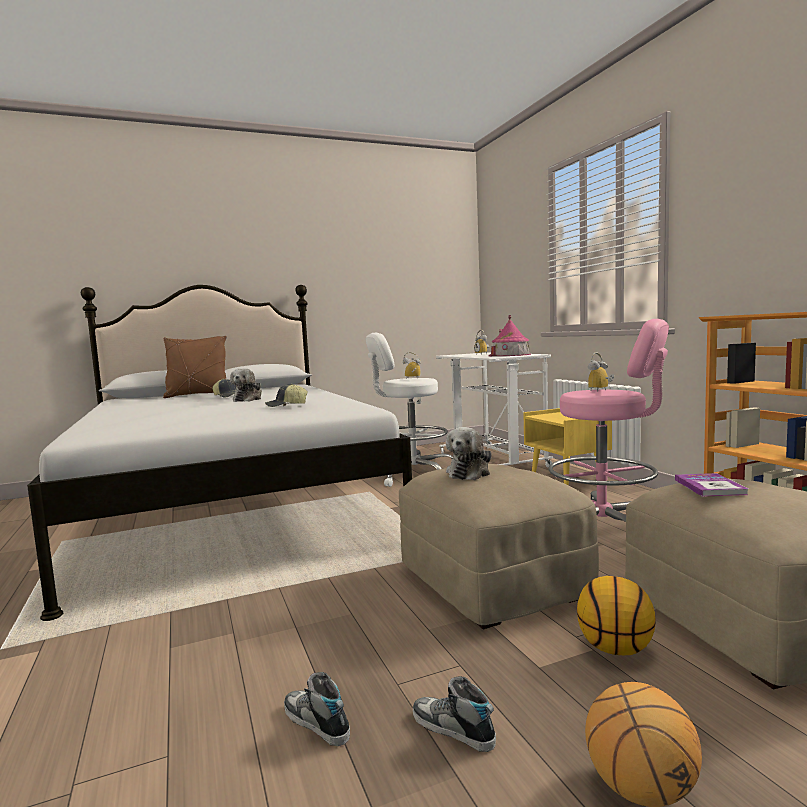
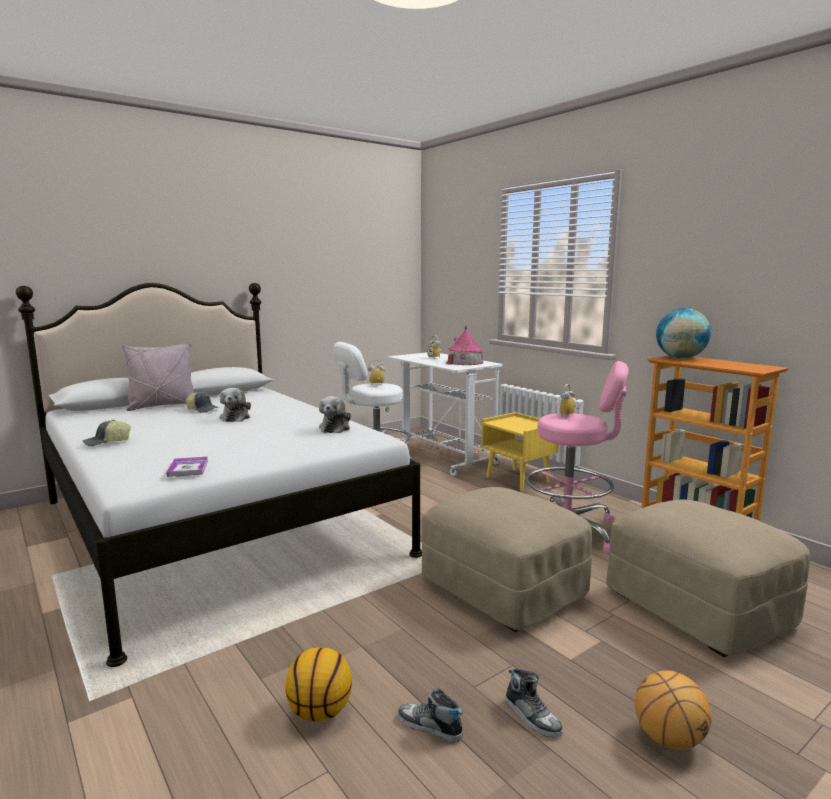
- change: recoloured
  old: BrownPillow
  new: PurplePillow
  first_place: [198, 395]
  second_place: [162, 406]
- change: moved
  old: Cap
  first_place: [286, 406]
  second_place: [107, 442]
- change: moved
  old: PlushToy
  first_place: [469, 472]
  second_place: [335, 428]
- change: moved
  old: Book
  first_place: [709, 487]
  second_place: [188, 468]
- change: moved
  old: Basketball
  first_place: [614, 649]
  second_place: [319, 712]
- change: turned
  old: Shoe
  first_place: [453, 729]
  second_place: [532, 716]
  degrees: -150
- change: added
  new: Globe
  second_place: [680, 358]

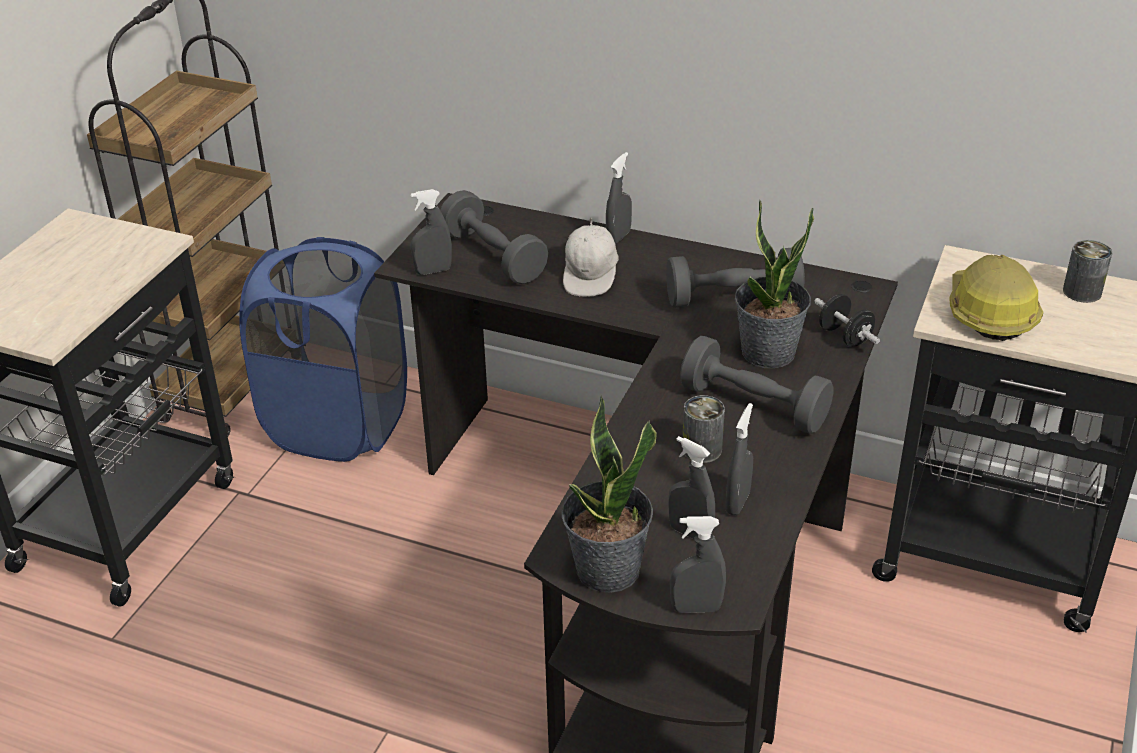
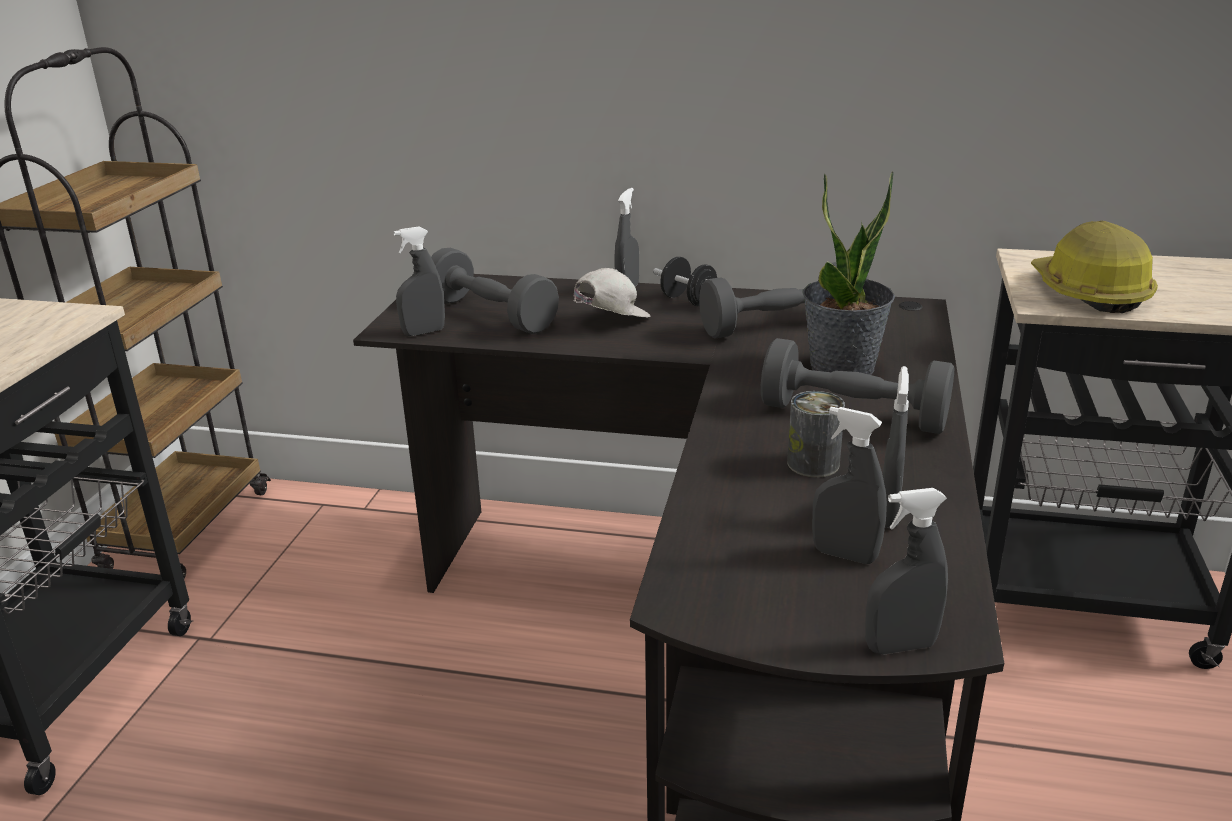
- change: turned
  old: WhiteCap
  first_place: [591, 276]
  second_place: [609, 322]
  degrees: -135
- change: removed
  old: BlueLaundryBasket
  first_place: [338, 425]
- change: removed
  old: Can
  first_place: [1082, 292]
- change: moved
  old: BlackDumbbell
  first_place: [845, 336]
  second_place: [688, 301]
- change: removed
  old: PottedPlant
  first_place: [607, 570]

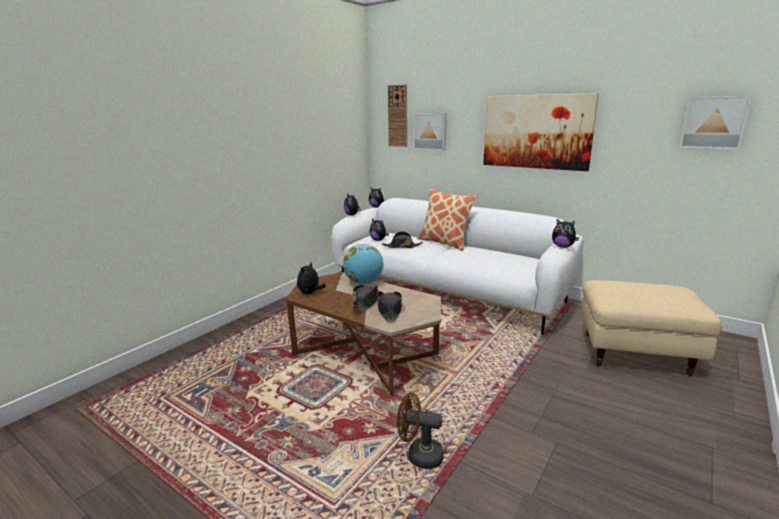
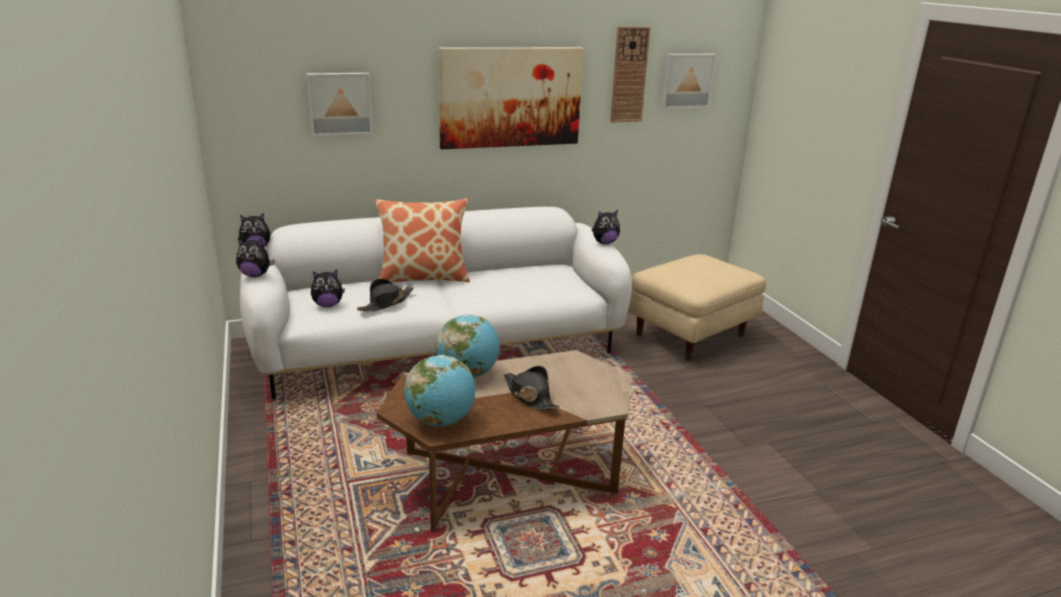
- change: moved
  old: WallClock
  first_place: [397, 116]
  second_place: [629, 75]
- change: replaced
  old: PlushToy
  new: Globe
  first_place: [310, 293]
  second_place: [441, 421]
- change: removed
  old: BlackHat
  first_place: [389, 310]
- change: removed
  old: BrownFan
  first_place: [419, 455]

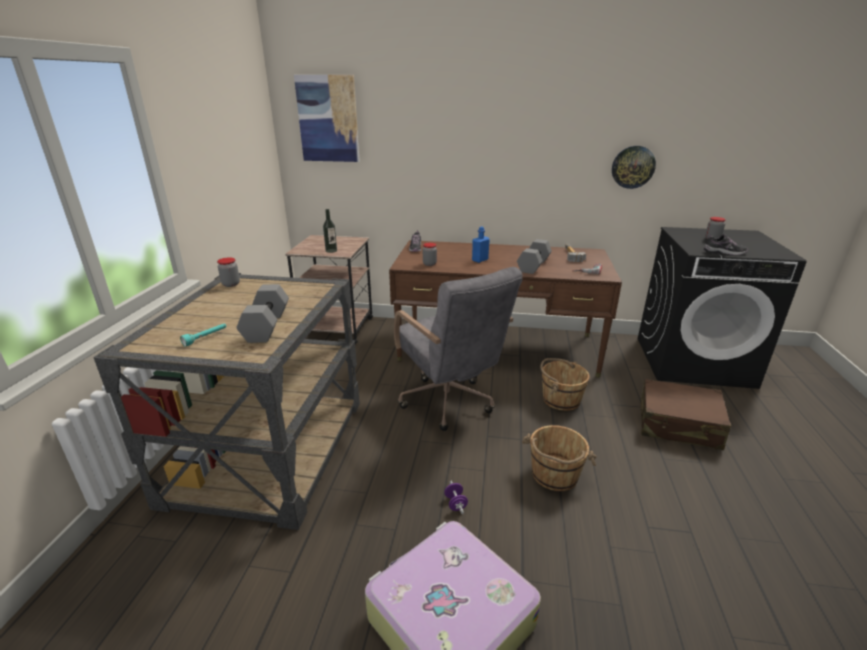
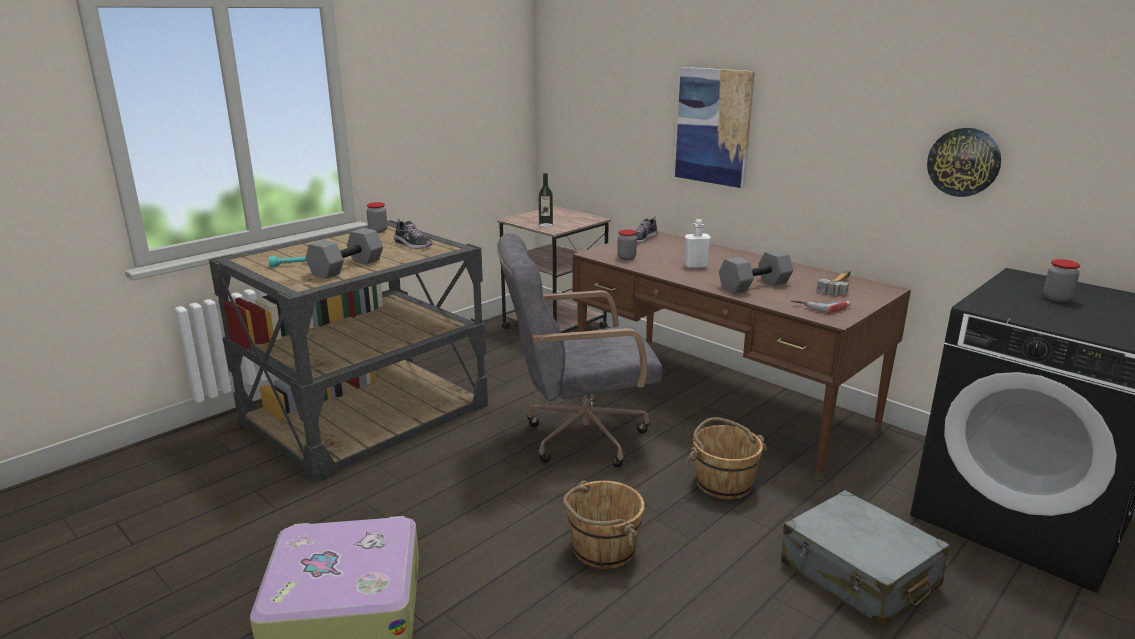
- change: moved
  old: Picture
  first_place: [328, 119]
  second_place: [713, 126]
- change: recoloured
  old: BlueBottle
  new: WhiteBottle
  first_place: [480, 260]
  second_place: [695, 266]
- change: moved
  old: Shoe
  first_place: [724, 252]
  second_place: [413, 244]
- change: turned
  old: GreyOfficeChair
  first_place: [449, 404]
  second_place: [578, 439]
  degrees: 75
- change: recoloured
  old: BrownSuitcase
  new: GreySuitcase
  first_place: [678, 425]
  second_place: [859, 574]
- change: removed
  old: PurpleDumbbell
  first_place: [455, 503]

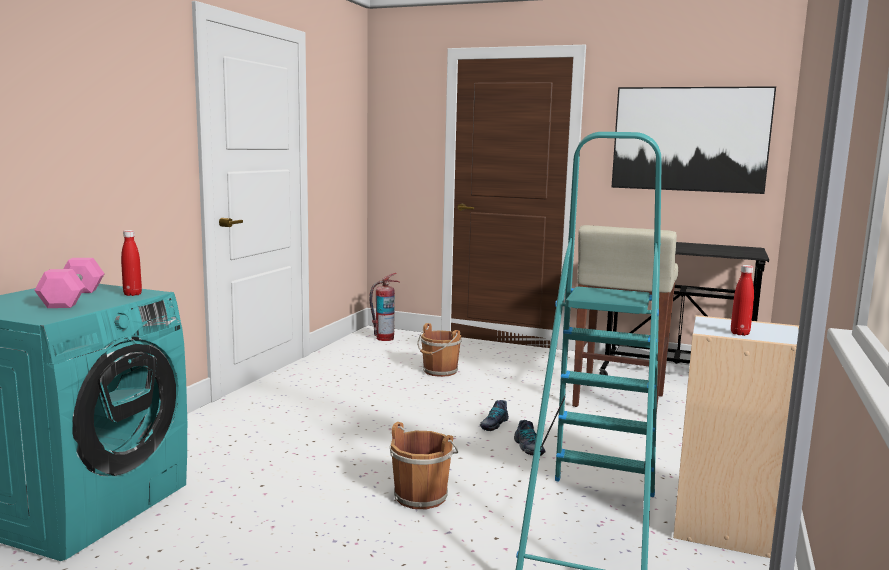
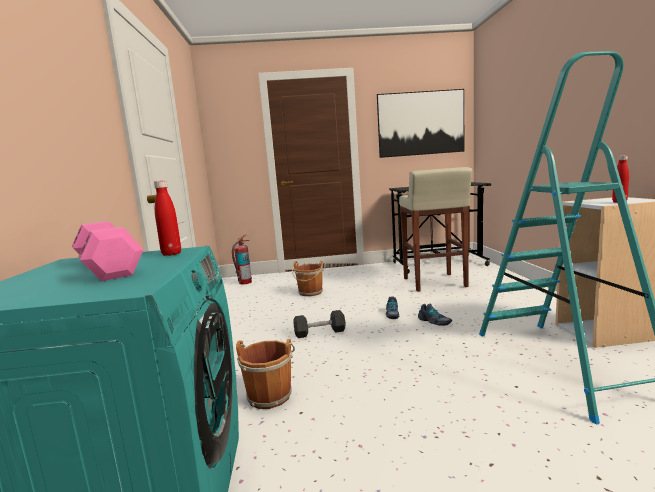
- change: moved
  old: BrownBucket
  first_place: [422, 495]
  second_place: [269, 394]
- change: added
  new: BlackDumbbell
  second_place: [320, 332]

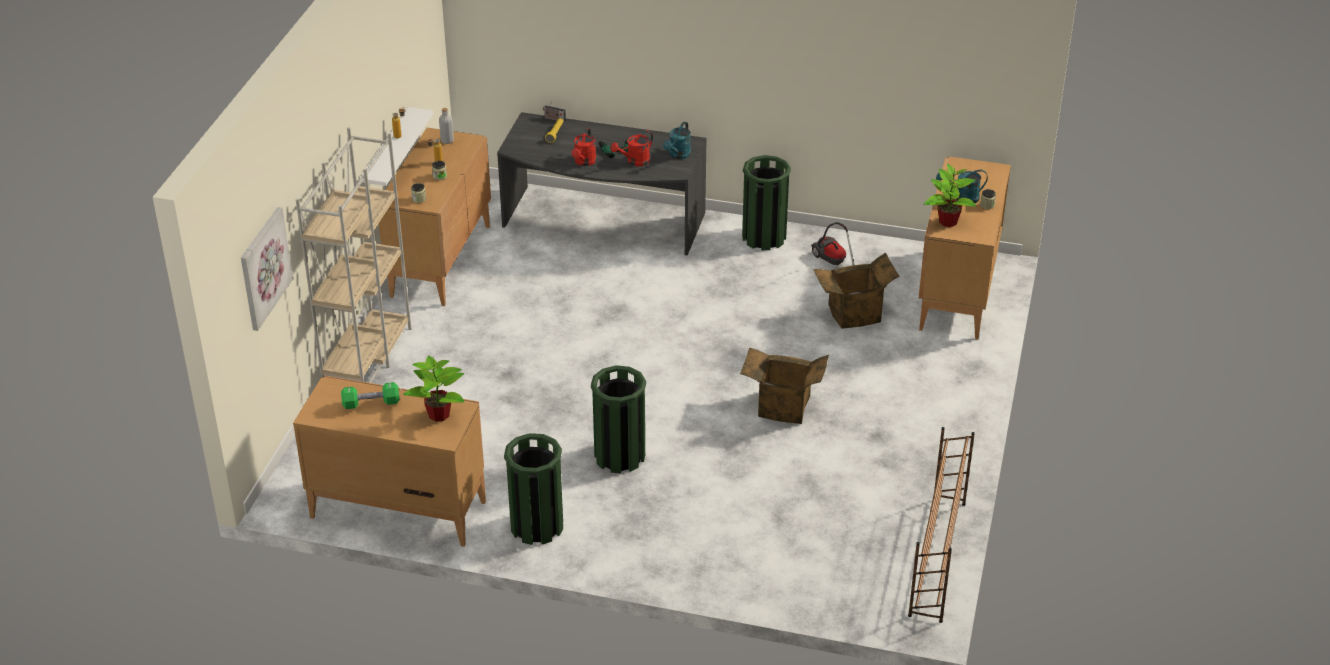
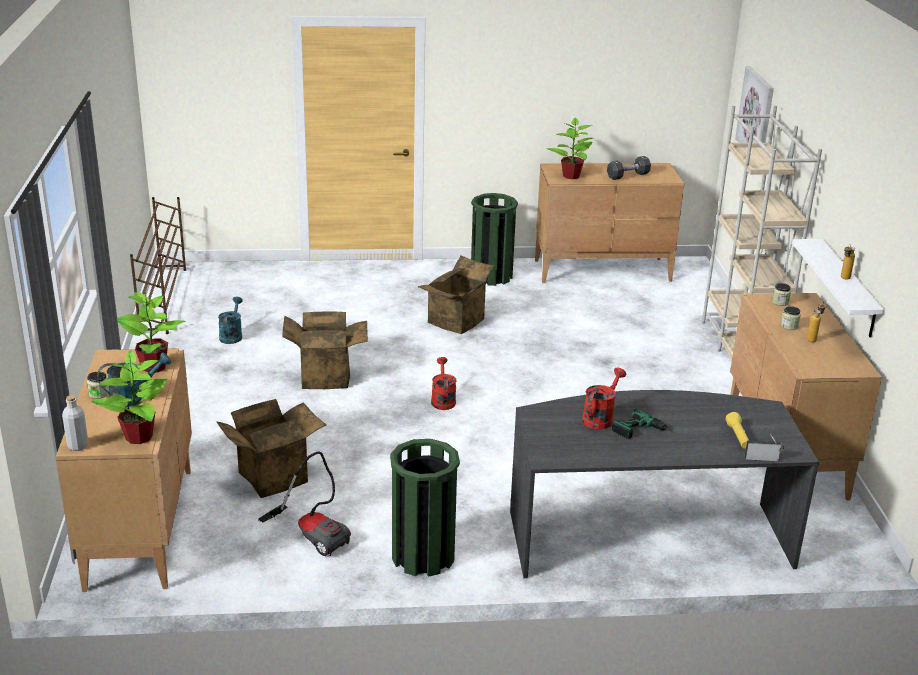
- change: moved
  old: GreyBottle
  first_place: [447, 141]
  second_place: [78, 446]
- change: moved
  old: TurquoiseWateringCan
  first_place: [678, 155]
  second_place: [232, 335]
- change: moved
  old: RedWateringCan
  first_place: [584, 162]
  second_place: [442, 400]
- change: replaced
  old: GreenTrashCan
  new: CardboardBox
  first_place: [619, 456]
  second_place: [457, 322]
- change: recoloured
  old: GreenDumbbell
  new: BlackDumbbell
  first_place: [371, 403]
  second_place: [628, 175]
- change: added
  new: PottedPlant
  second_place: [138, 437]

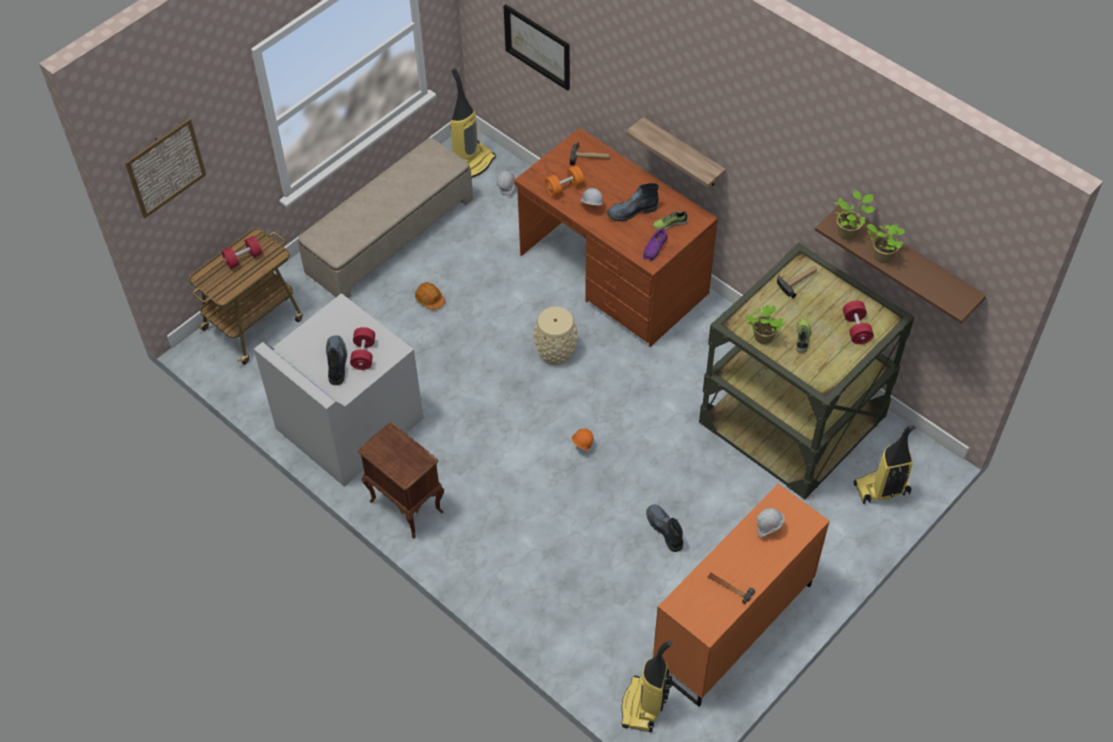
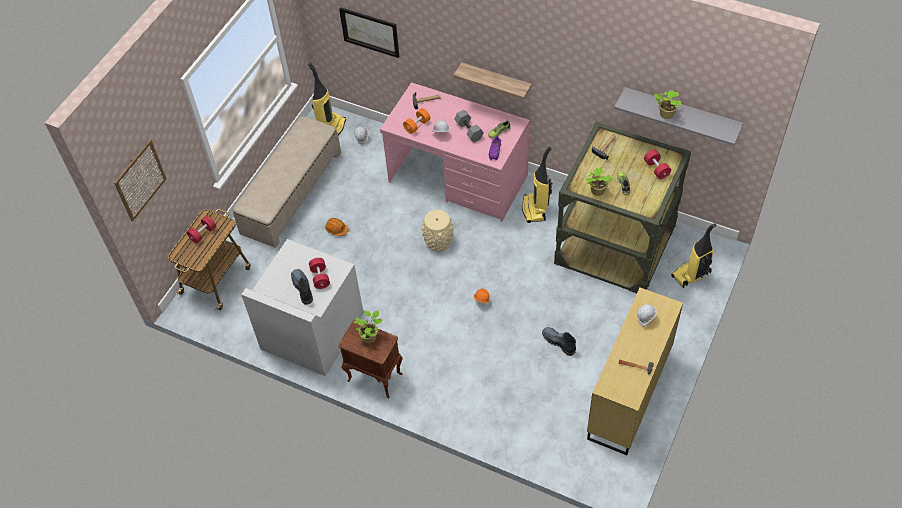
- change: recoloured
  old: BrownDesk
  new: PinkDesk
  first_place: [613, 275]
  second_place: [458, 179]
- change: replaced
  old: Boot
  new: GreyDumbbell
  first_place: [631, 212]
  second_place: [469, 130]
- change: moved
  old: PottedPlant
  first_place: [848, 232]
  second_place: [370, 337]
- change: recoloured
  old: BrownShelf
  new: GreyShelf
  first_place: [908, 260]
  second_place: [681, 113]
- change: recoloured
  old: OrangeDresser
  new: BeigeDresser
  first_place: [734, 628]
  second_place: [630, 395]
- change: moved
  old: VacuumCleaner
  first_place: [643, 706]
  second_place: [535, 209]

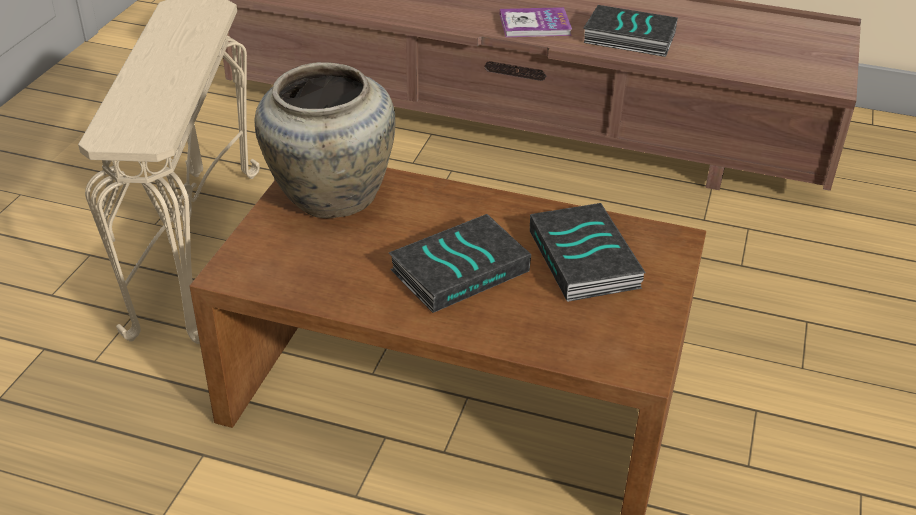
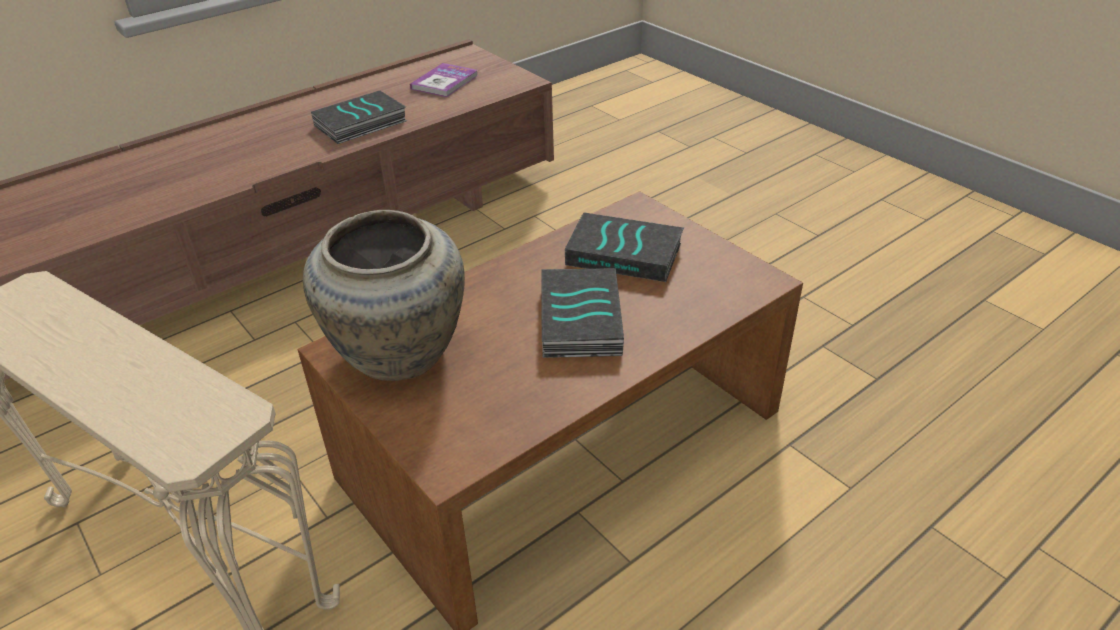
- change: moved
  old: Book
  first_place: [535, 25]
  second_place: [444, 82]

